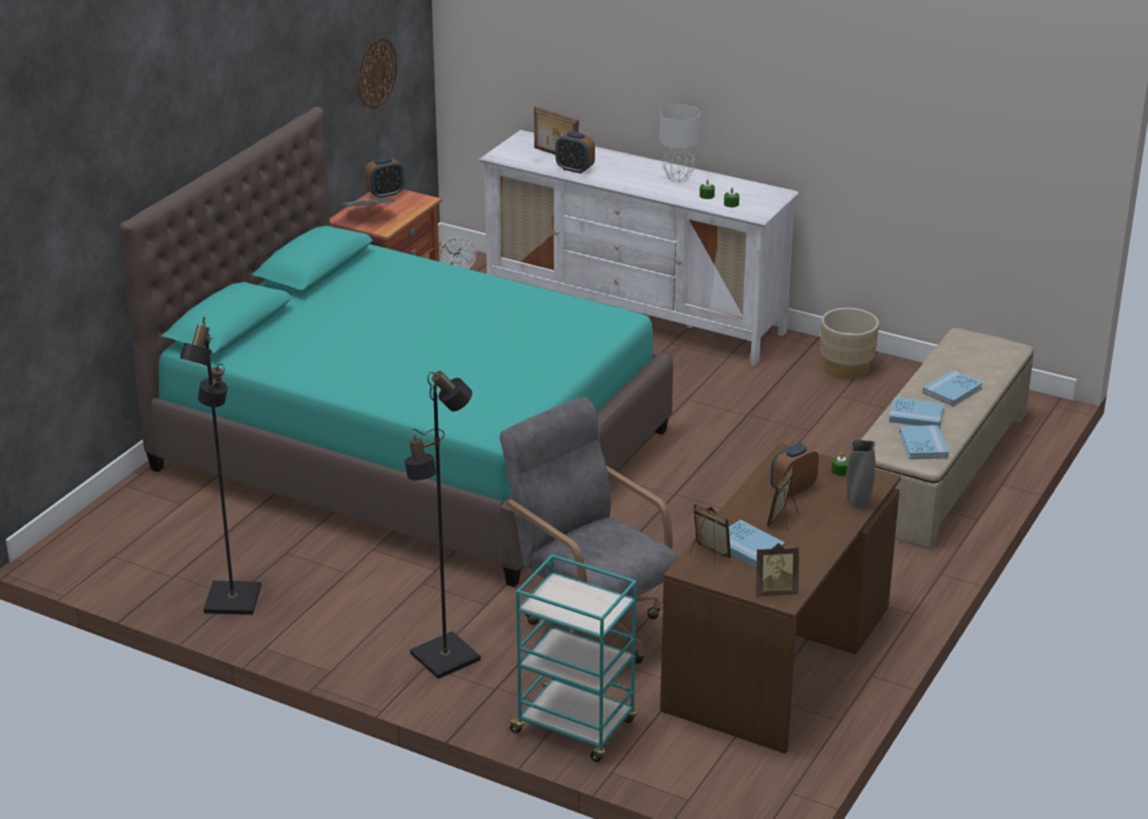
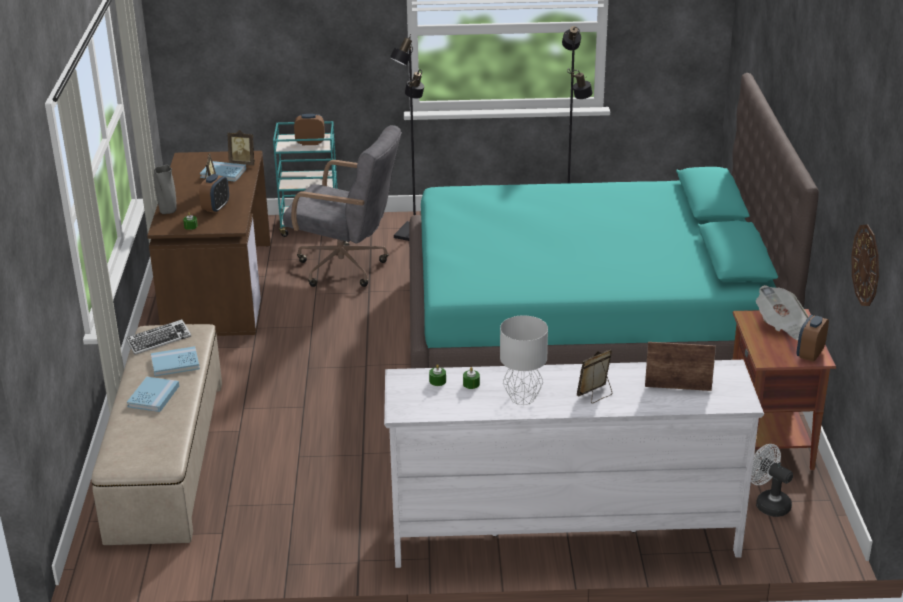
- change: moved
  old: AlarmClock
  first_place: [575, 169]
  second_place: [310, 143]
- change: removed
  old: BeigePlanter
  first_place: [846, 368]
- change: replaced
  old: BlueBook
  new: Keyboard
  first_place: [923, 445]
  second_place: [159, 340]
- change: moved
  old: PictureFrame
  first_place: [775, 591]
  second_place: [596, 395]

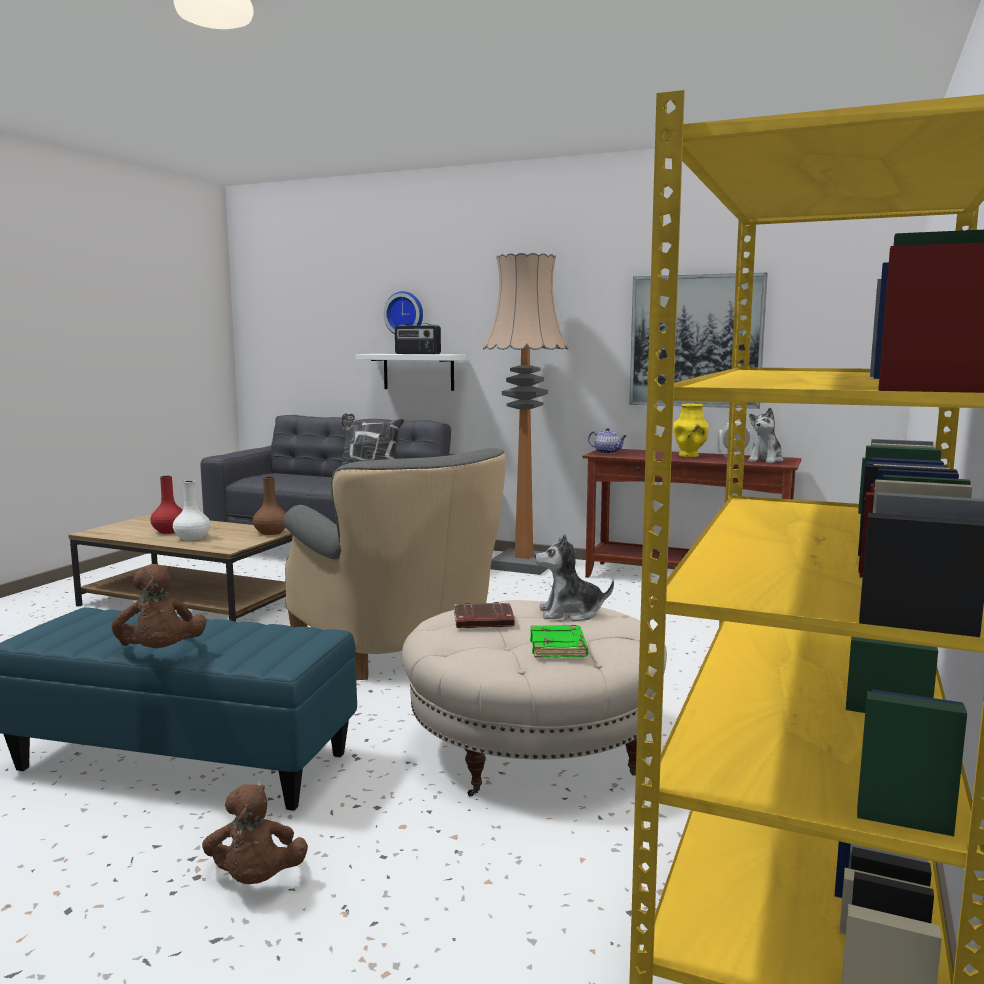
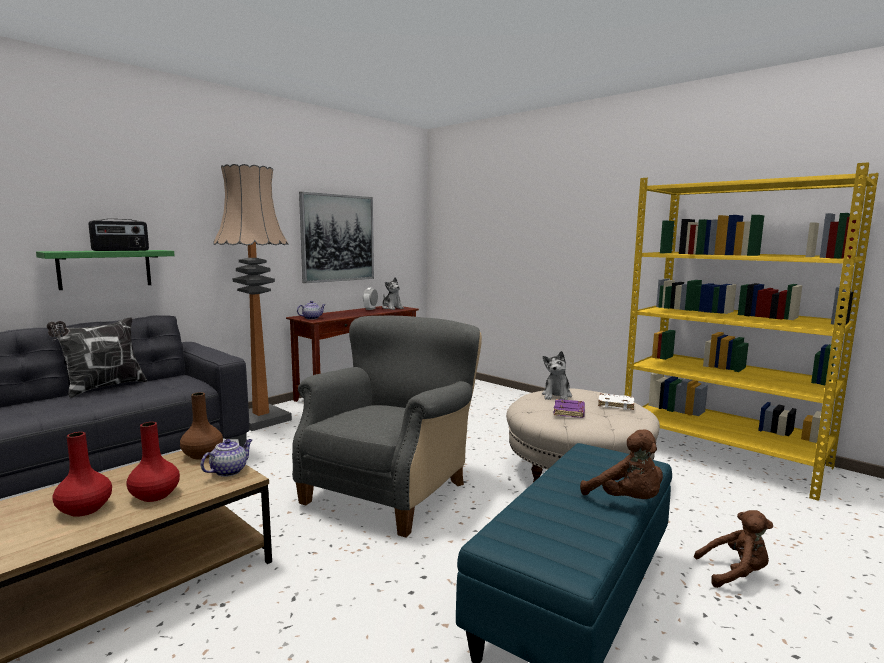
- change: removed
  old: WallClock
  first_place: [405, 314]
- change: recoloured
  old: WhiteShelf
  new: GreenShelf
  first_place: [418, 372]
  second_place: [105, 269]
- change: removed
  old: YellowVase
  first_place: [689, 456]
- change: turned
  old: GreyArmchair
  first_place: [395, 646]
  second_place: [390, 488]
  degrees: -45
- change: recoloured
  old: WhiteVase
  new: RedVase
  first_place: [192, 538]
  second_place: [155, 495]
- change: turned
  old: BrownPlushToy
  first_place: [160, 653]
  second_place: [627, 501]
  degrees: 60
- change: recoloured
  old: BrownBook
  new: PurpleBook
  first_place: [483, 622]
  second_place: [569, 412]
- change: recoloured
  old: GreenBook
  new: WhiteBook
  first_place: [559, 647]
  second_place: [616, 404]
- change: added
  new: Teapot
  second_place: [229, 471]

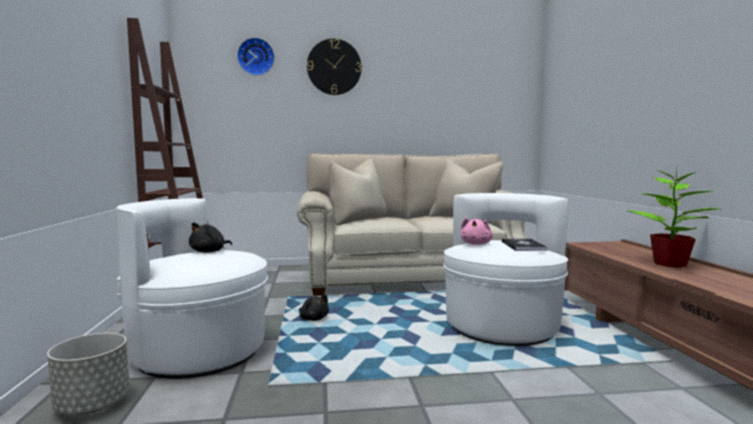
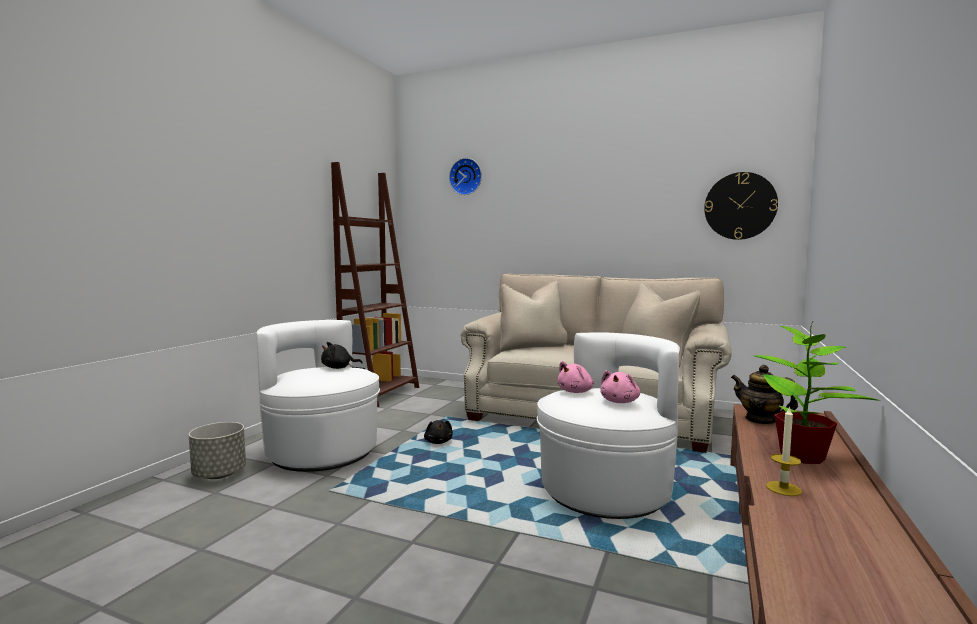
- change: moved
  old: WallClock
  first_place: [334, 67]
  second_place: [740, 206]
- change: replaced
  old: Book
  new: PinkPlushToy
  first_place: [523, 246]
  second_place: [620, 402]
- change: added
  new: Teapot
  second_place: [760, 420]
- change: added
  new: Candle
  second_place: [783, 488]

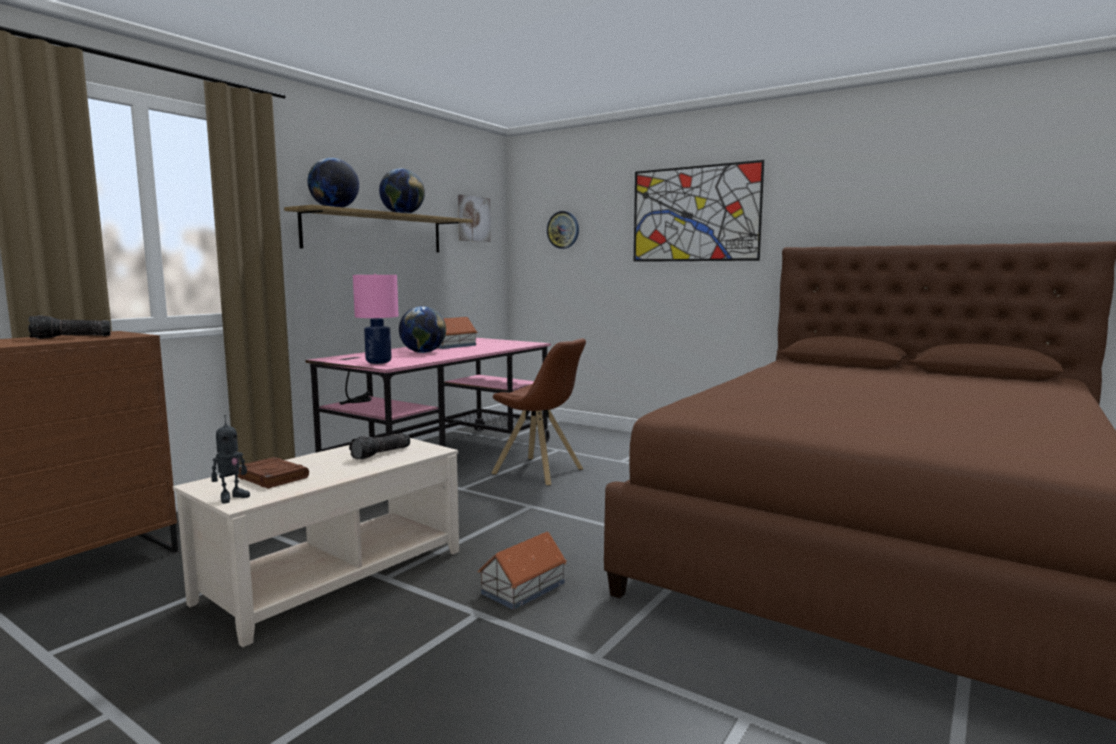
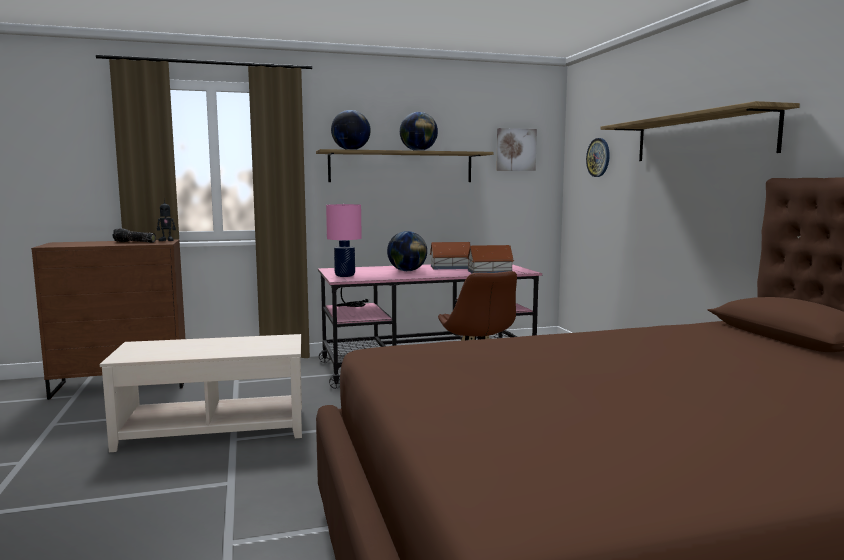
- change: replaced
  old: Picture
  new: Shelf
  first_place: [694, 214]
  second_place: [701, 137]
- change: moved
  old: ToyRobot
  first_place: [232, 497]
  second_place: [166, 240]
- change: removed
  old: Flashlight
  first_place: [382, 454]
- change: removed
  old: BrownBook
  first_place: [271, 477]
- change: moved
  old: ToyHouse
  first_place: [524, 588]
  second_place: [490, 272]

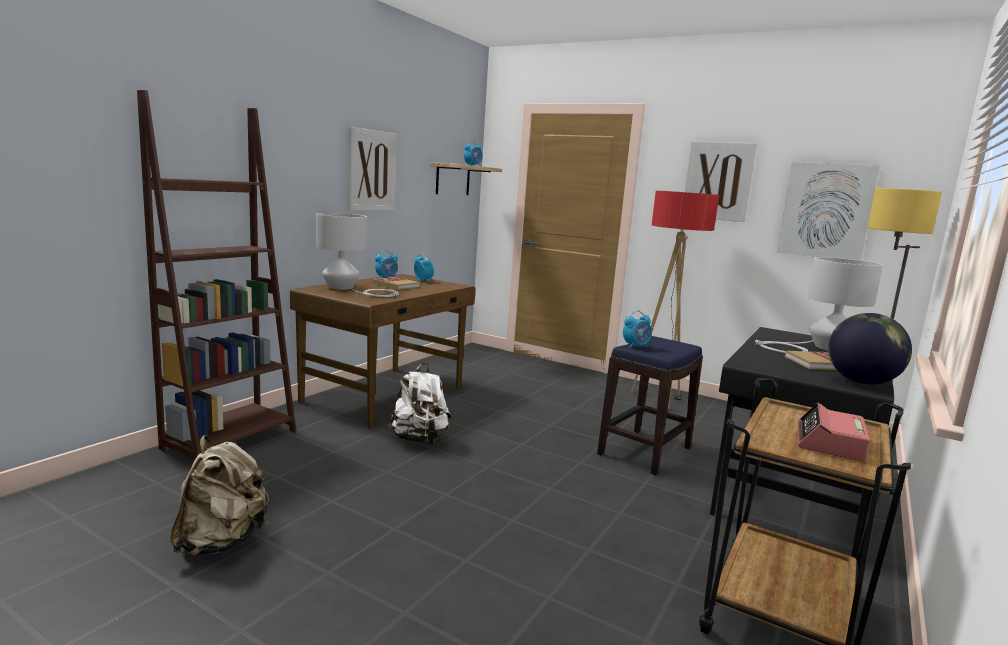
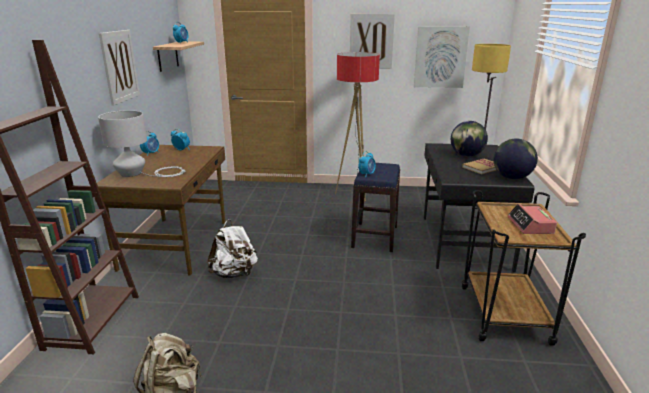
- change: replaced
  old: GreyTableLamp
  new: Globe
  first_place: [812, 348]
  second_place: [466, 155]
- change: removed
  old: Book
  first_place: [396, 285]

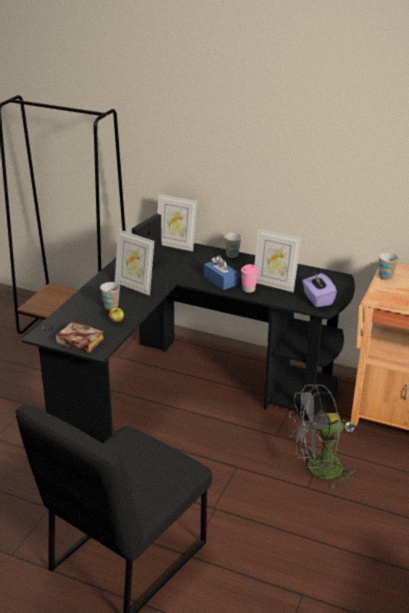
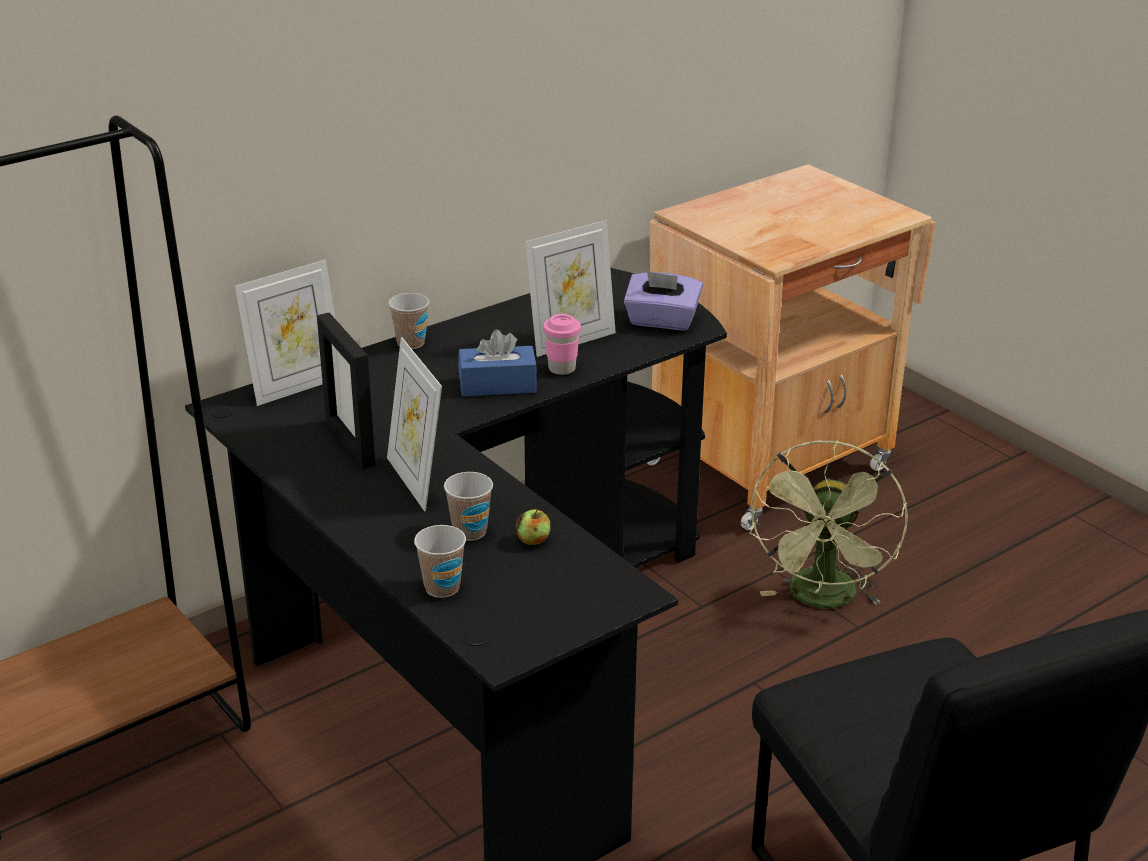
- change: turned
  old: PictureFrame
  first_place: [134, 287]
  second_place: [416, 481]
  degrees: 90
- change: moved
  old: Cup
  first_place: [385, 277]
  second_place: [442, 587]
- change: removed
  old: Book
  first_place: [78, 341]
- change: recoloured
  old: GreyFan
  new: GreenFan
  first_place: [317, 470]
  second_place: [823, 600]

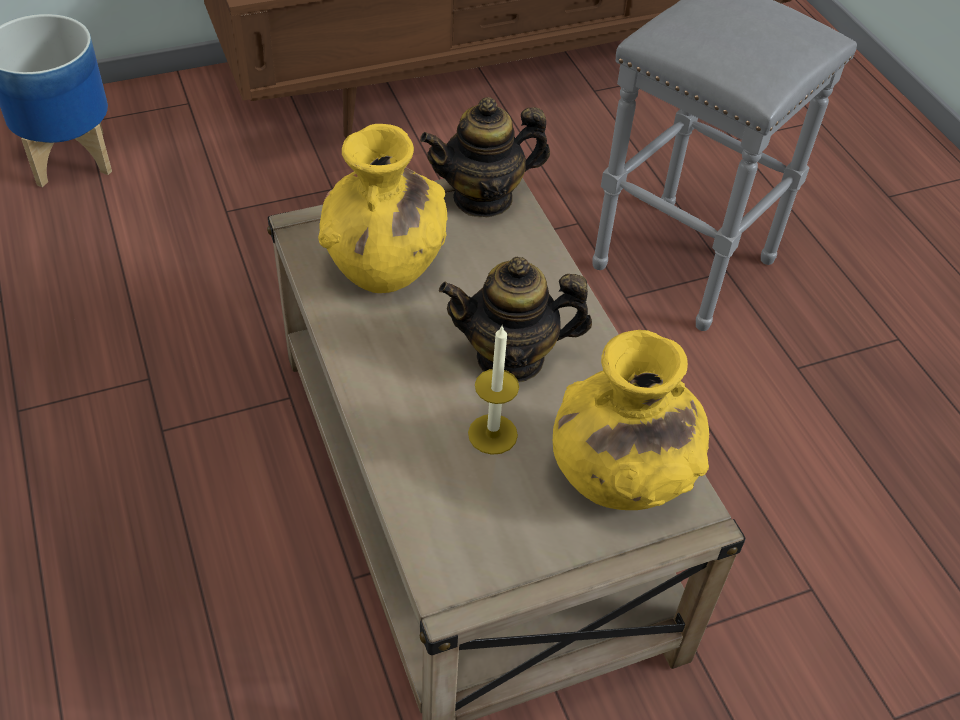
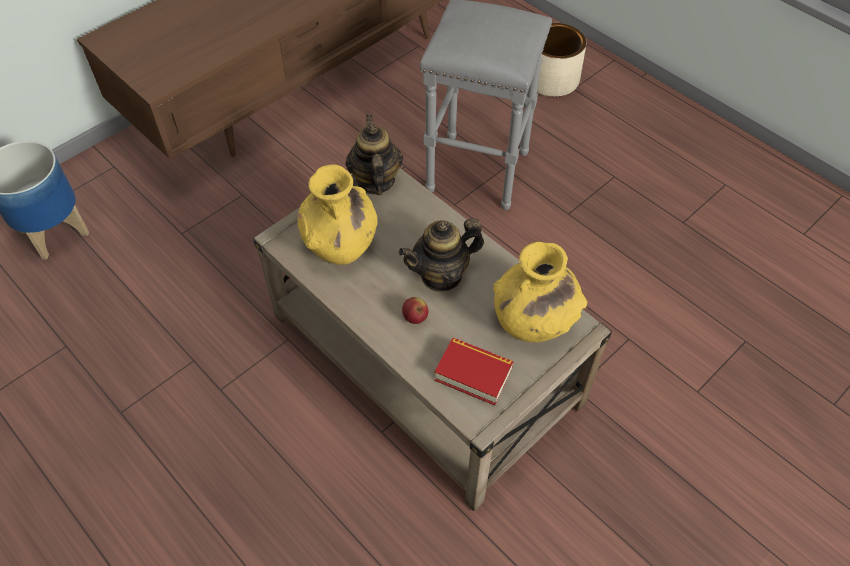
- change: turned
  old: Teapot
  first_place: [483, 198]
  second_place: [375, 181]
  degrees: 120
- change: removed
  old: Candle
  first_place: [492, 434]
- change: added
  new: BeigePlanter
  second_place: [551, 80]
- change: added
  new: Apple
  second_place: [415, 318]
- change: added
  new: Book
  second_place: [473, 374]

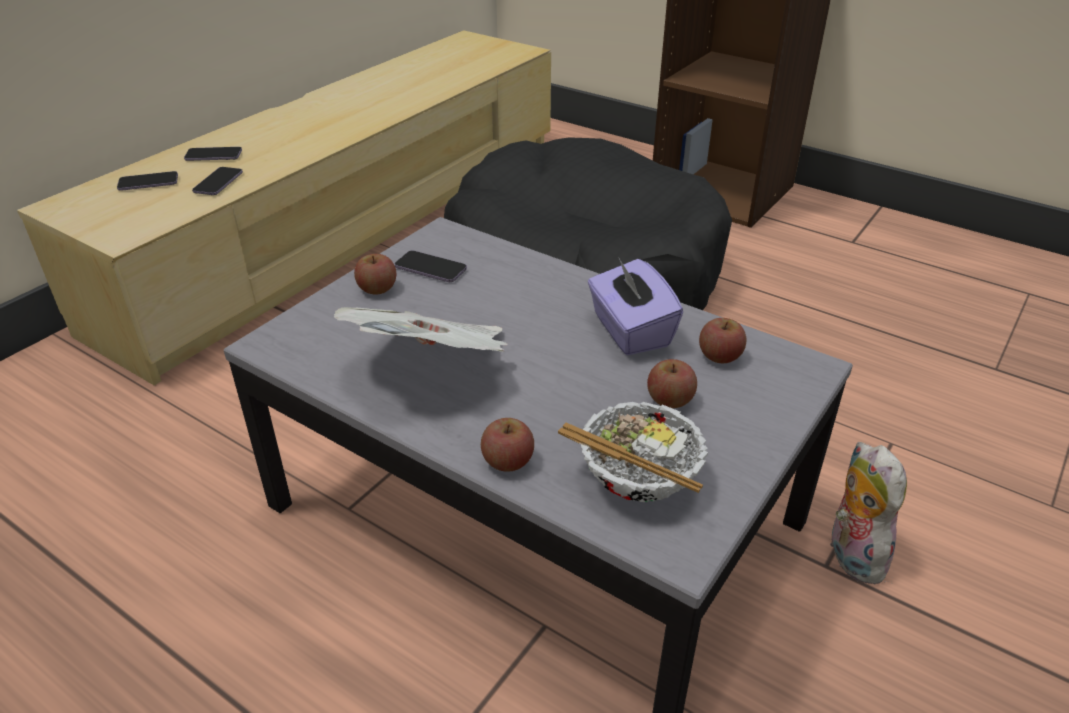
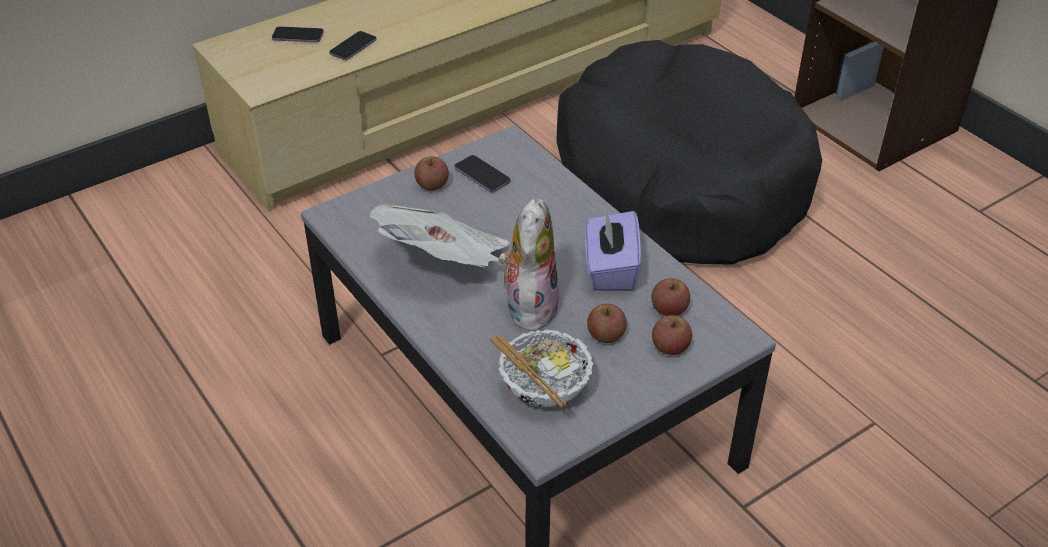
- change: removed
  old: Phone
  first_place: [214, 156]
- change: moved
  old: Apple
  first_place: [507, 461]
  second_place: [670, 347]
- change: moved
  old: PlushToy
  first_place: [850, 554]
  second_place: [529, 305]

